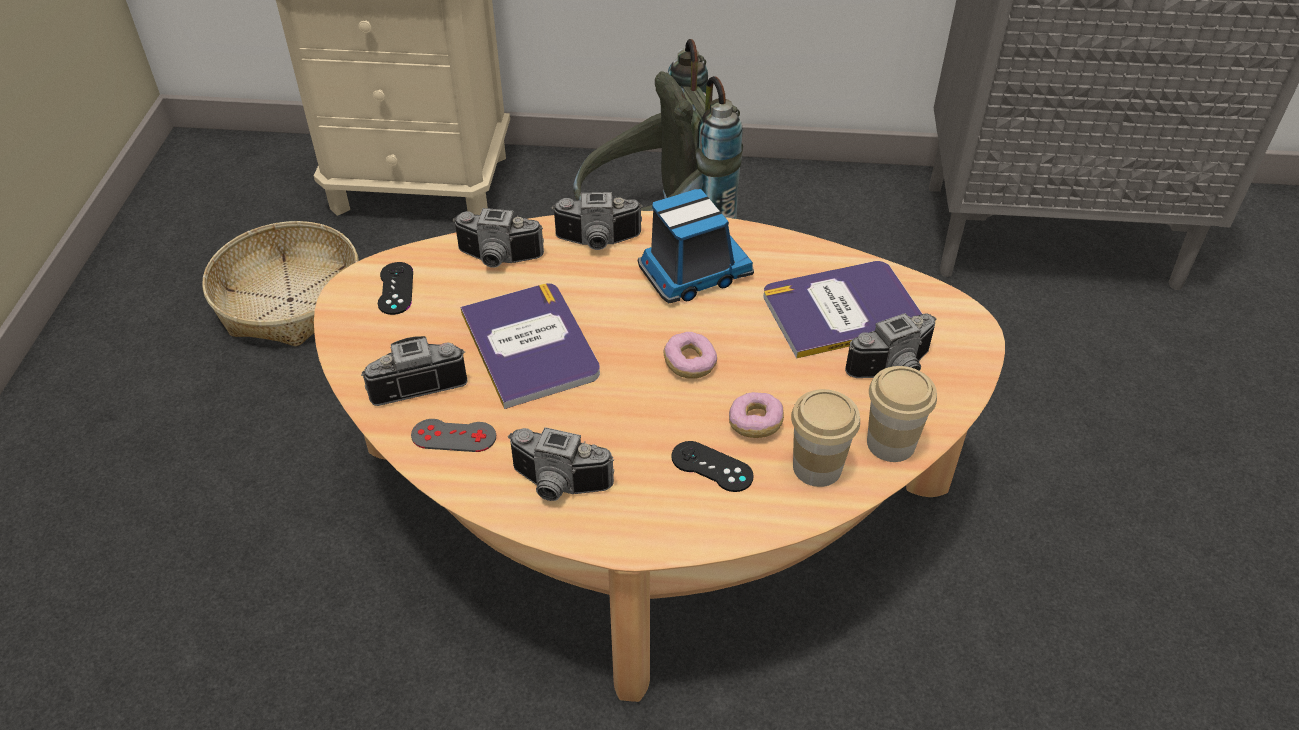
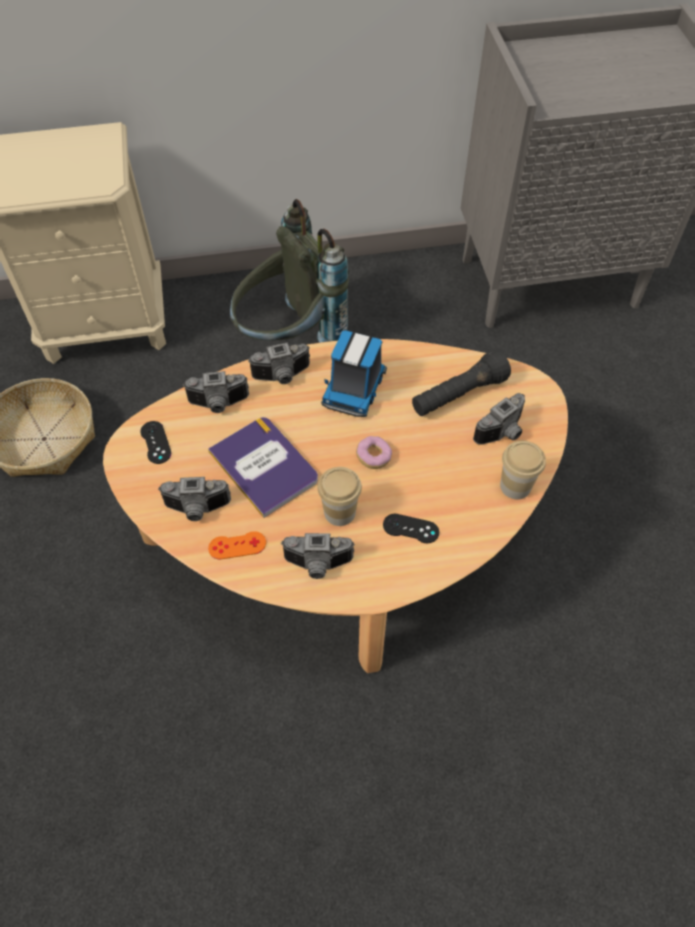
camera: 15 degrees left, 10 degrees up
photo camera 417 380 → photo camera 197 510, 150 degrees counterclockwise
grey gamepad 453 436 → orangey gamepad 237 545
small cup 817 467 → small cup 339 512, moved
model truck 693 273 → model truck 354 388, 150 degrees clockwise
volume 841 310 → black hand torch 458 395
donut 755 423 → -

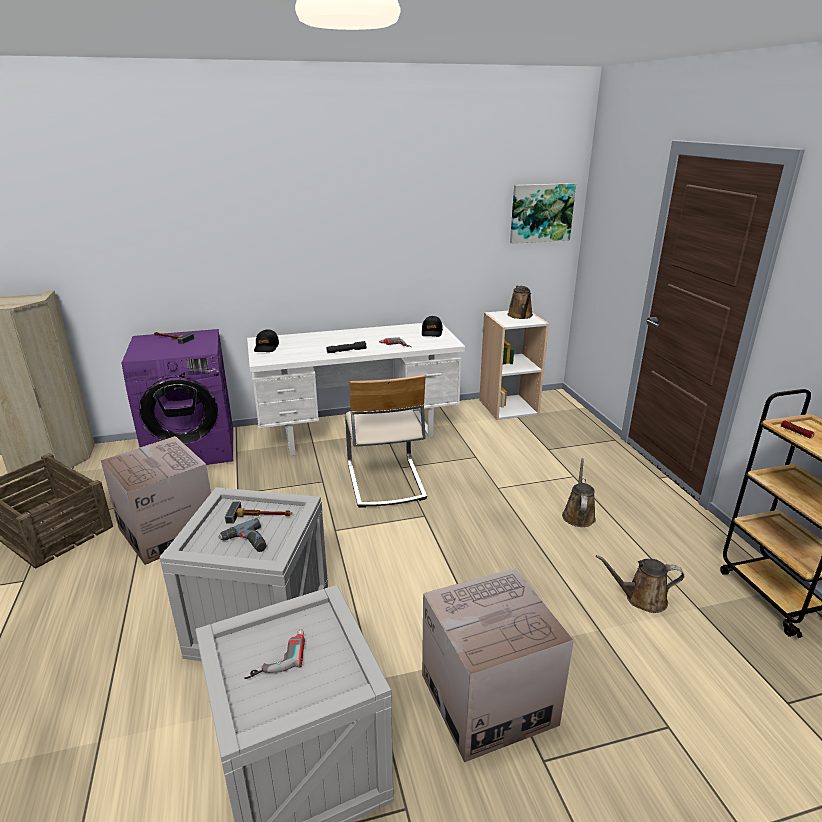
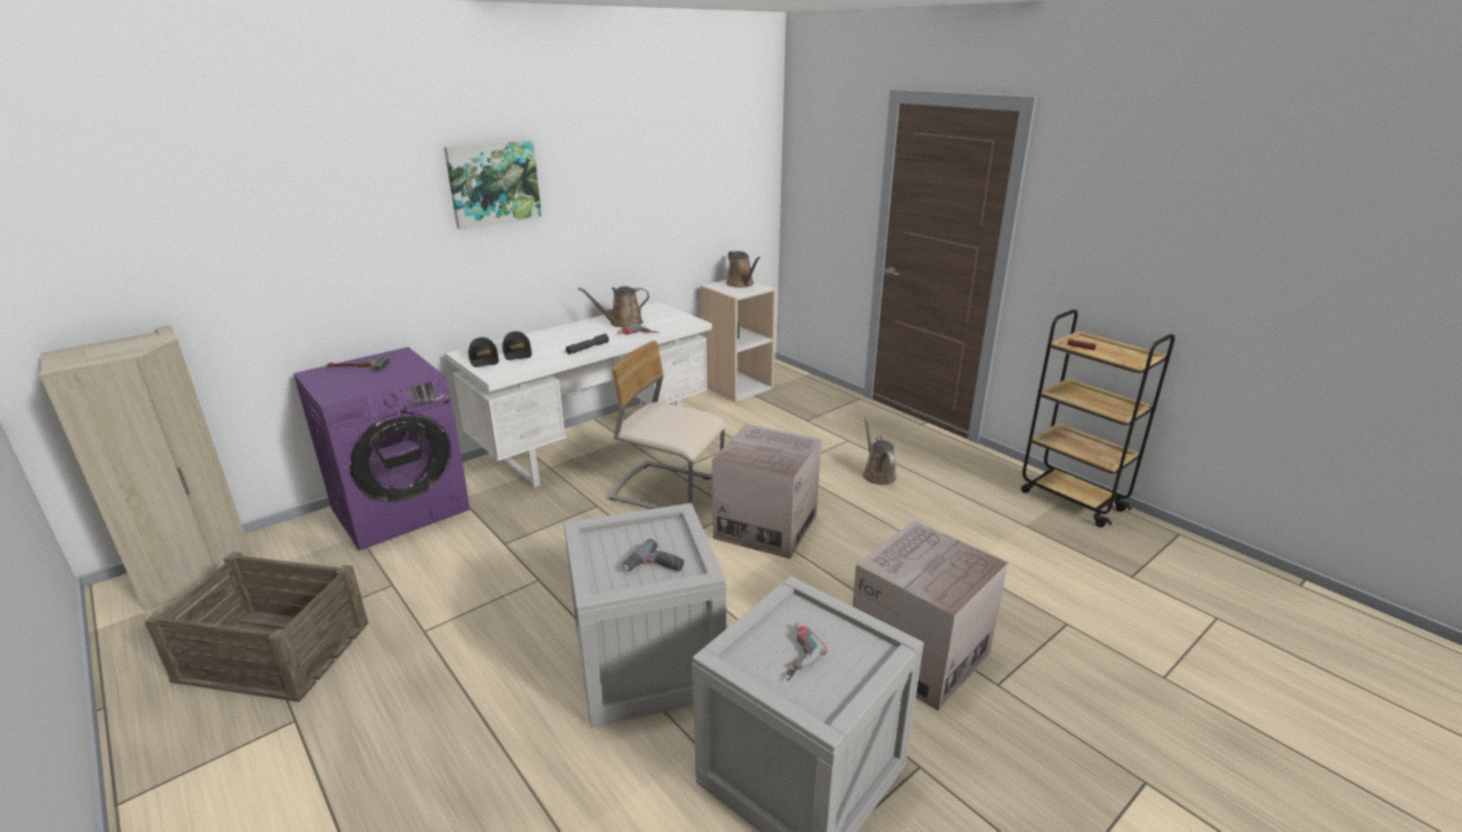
camera: 25 degrees left, 0 degrees up
picture 541 213 → picture 493 183, moved
black baseball cap 432 332 → black baseball cap 517 353, moved
brownish sprinkling can 641 598 → brownish sprinkling can 623 323, moved
beige-coloured chair 384 482 → beige-coloured chair 667 489, 150 degrees clockwise
packing box 168 530 → packing box 766 526, moved
hand hammer 260 516 → -

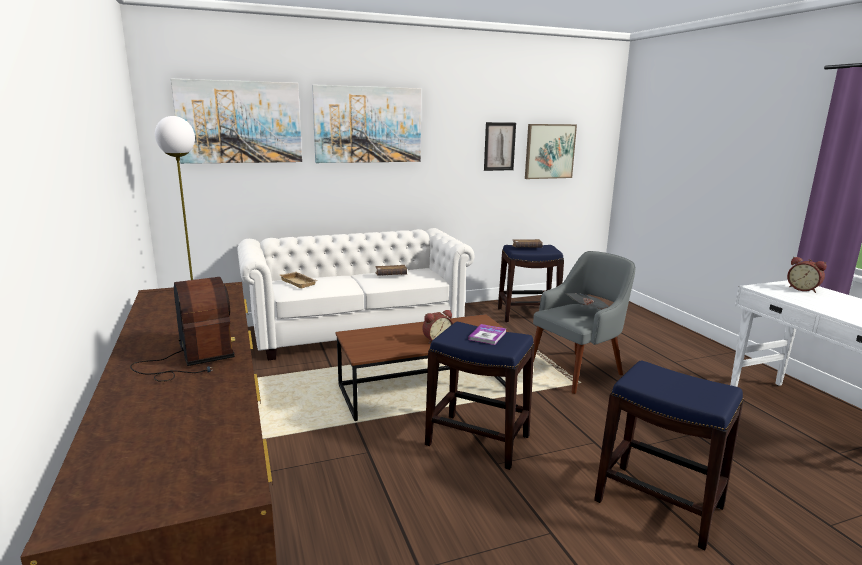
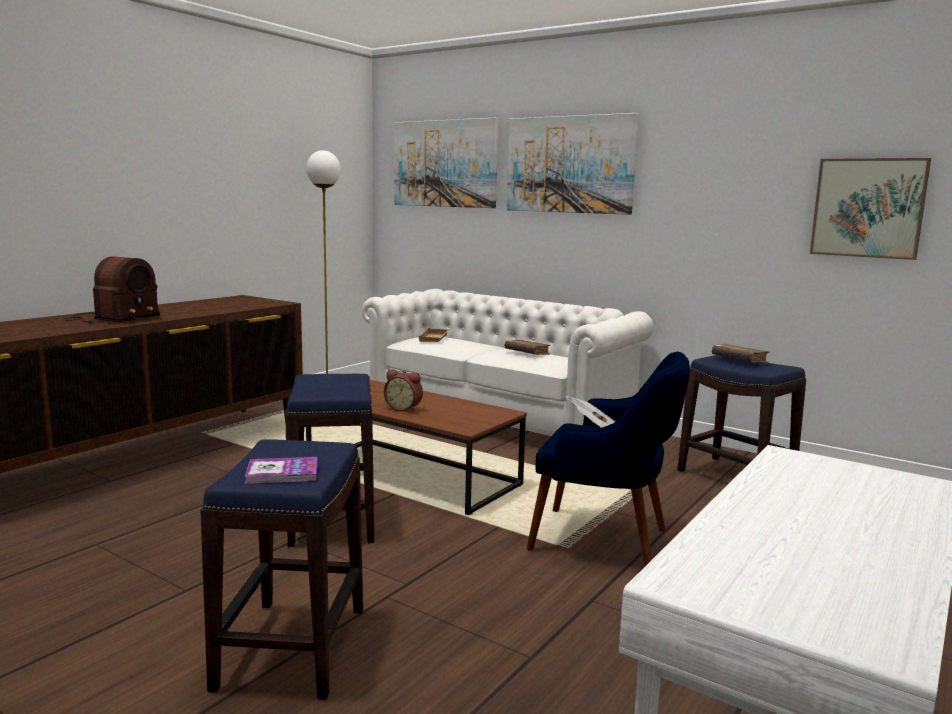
camera: 55 degrees right, 5 degrees down
volume 487 335 → volume 282 472, moved
grey easy chair 577 371 → bluish easy chair 603 540
picture 499 146 → -
table clock 803 289 → -

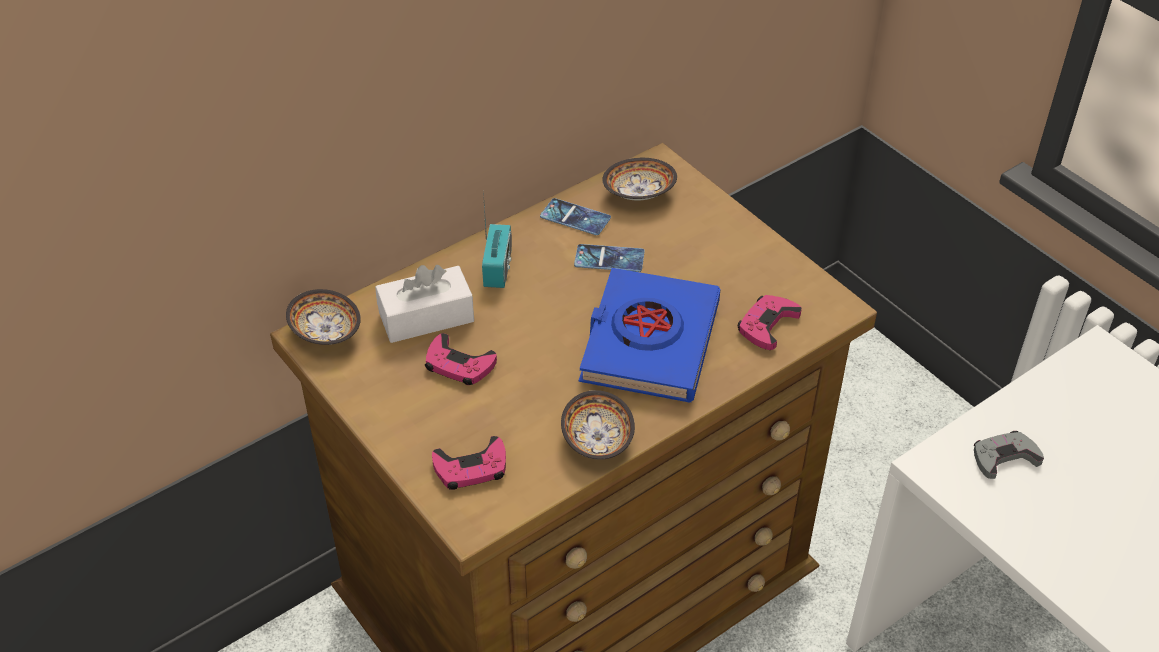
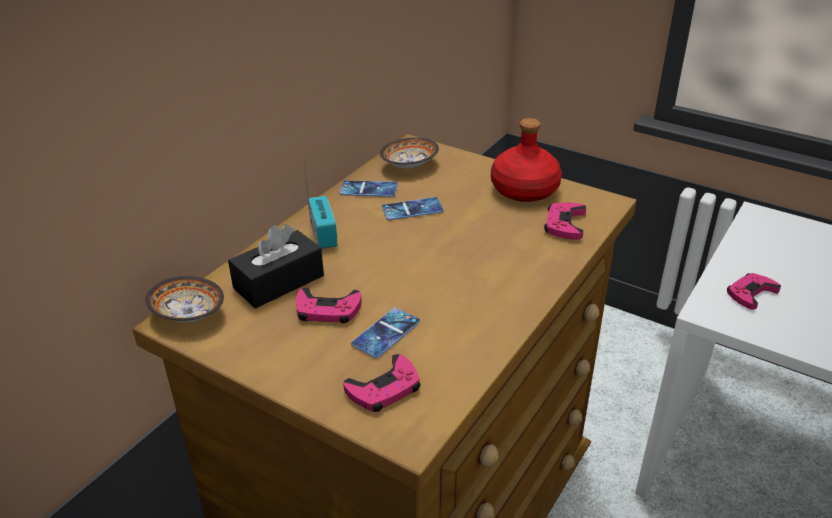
camera: 20 degrees left, 10 degrees down
white-coloured tissue box 426 317 → black tissue box 279 282
- → handset 386 333
- → reddish drink bottle 523 190
grey gamepad 1004 457 → pink-coloured gamepad 751 294
bowl 598 438 → -
bluish volume 649 342 → -

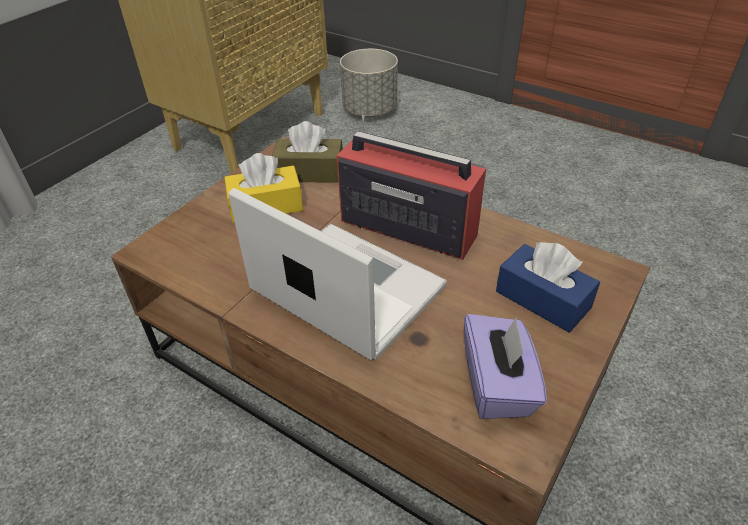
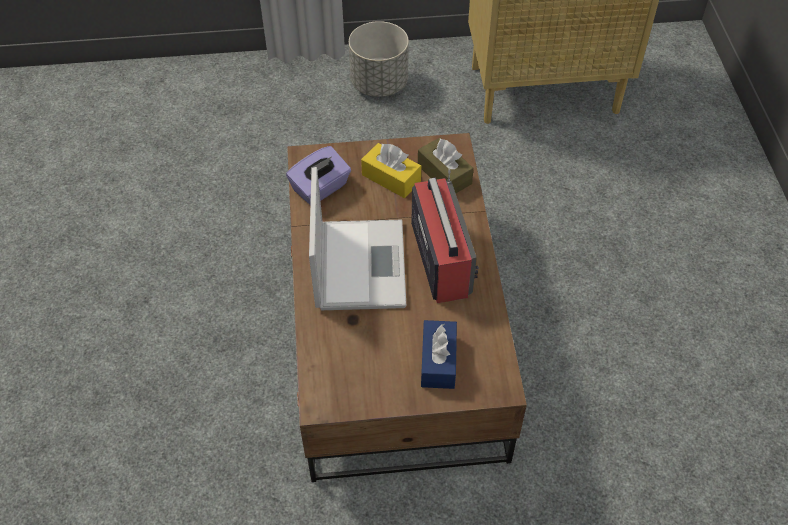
camera: 50 degrees right, 10 degrees up
purple-coloured tissue box 498 385 → purple-coloured tissue box 320 188, moved
grey flower pot 370 110 → grey flower pot 379 83, moved

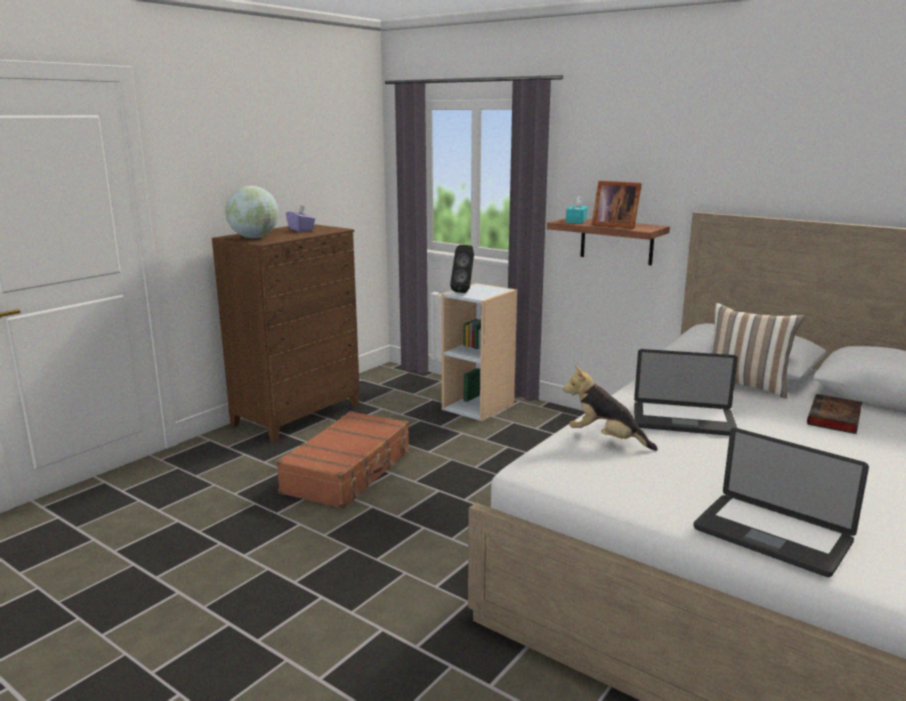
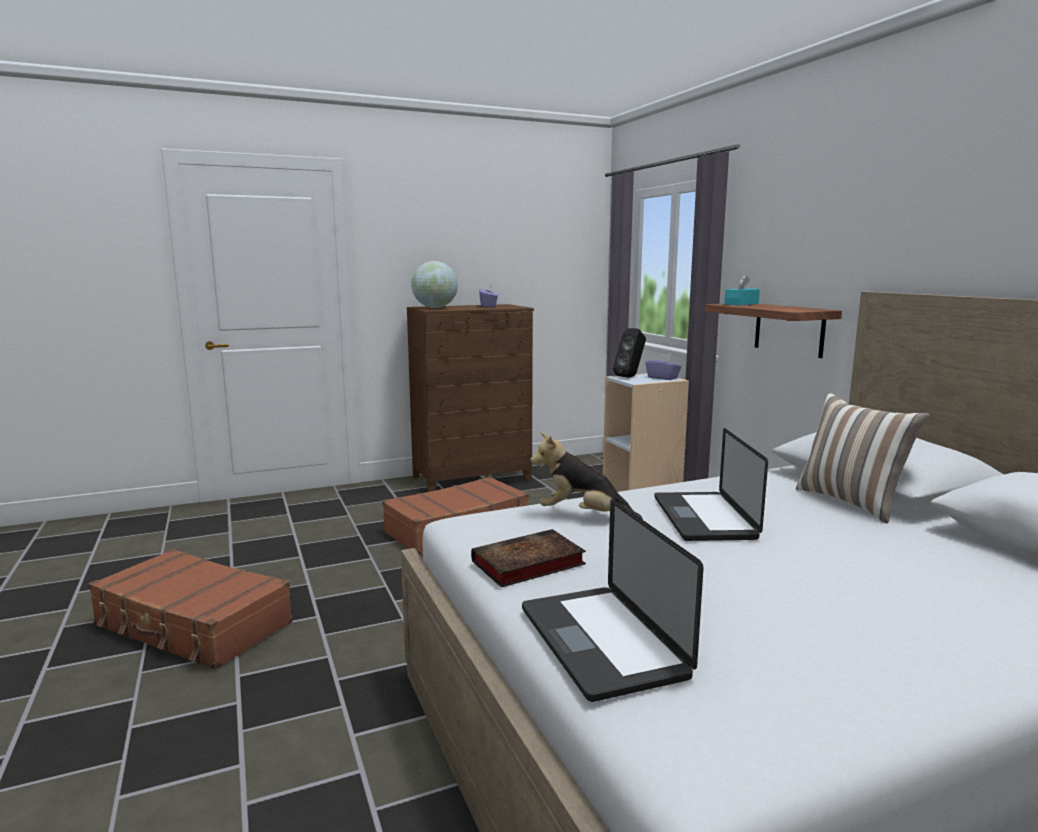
camera: 30 degrees right, 5 degrees down
- → brownish travel case 193 625
volume 834 419 → volume 526 564, moved
plush toy 606 439 → plush toy 583 516, 45 degrees counterclockwise
- → purple-coloured tissue box 662 378
laptop 683 420 → laptop 703 518, 45 degrees clockwise
photo frame 614 225 → -

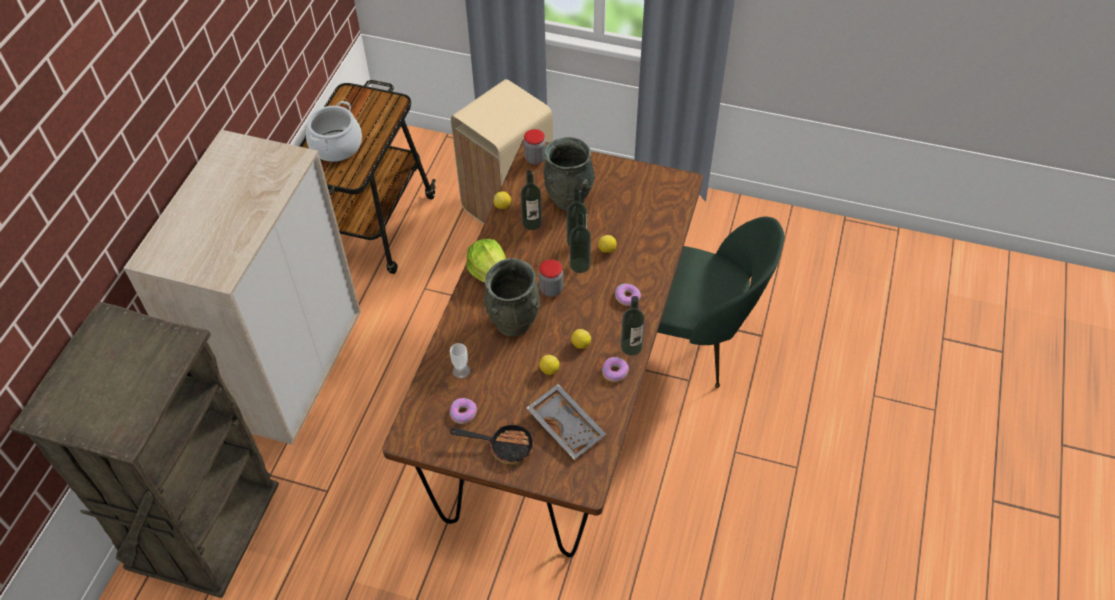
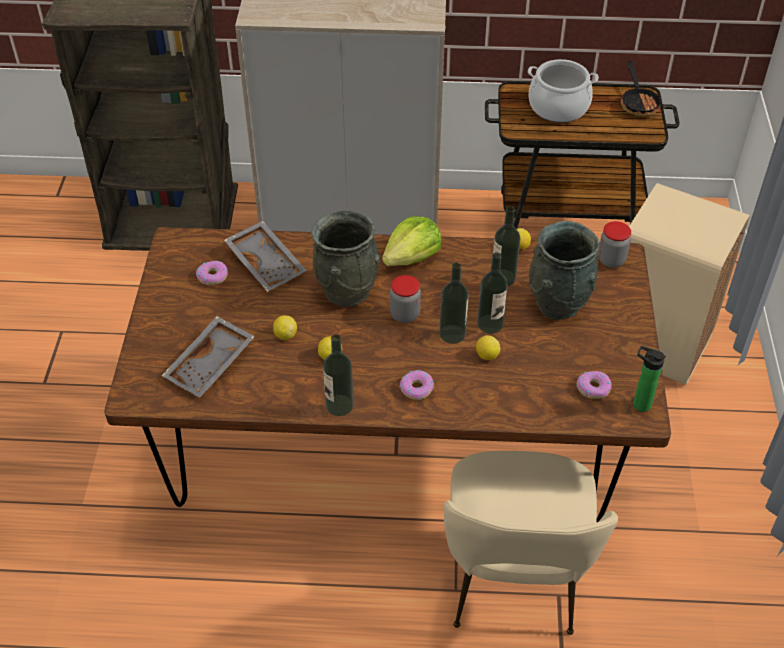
camera: 75 degrees right, 5 degrees down
small cup 461 371 → grey carrying tray 267 263
greenish chair 697 348 → beige-coloured chair 512 591
donut 614 371 → donut 593 388, moved
frying pan 504 446 → frying pan 638 102, moved
- → drink bottle 639 404

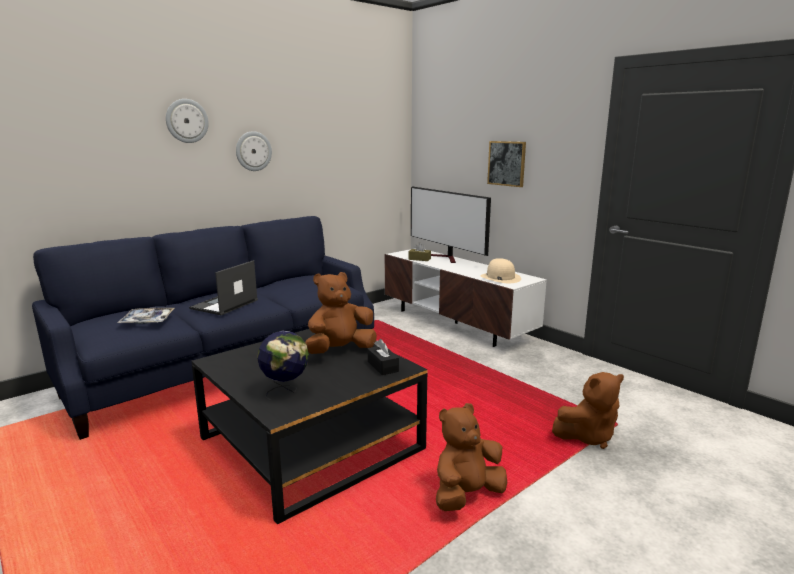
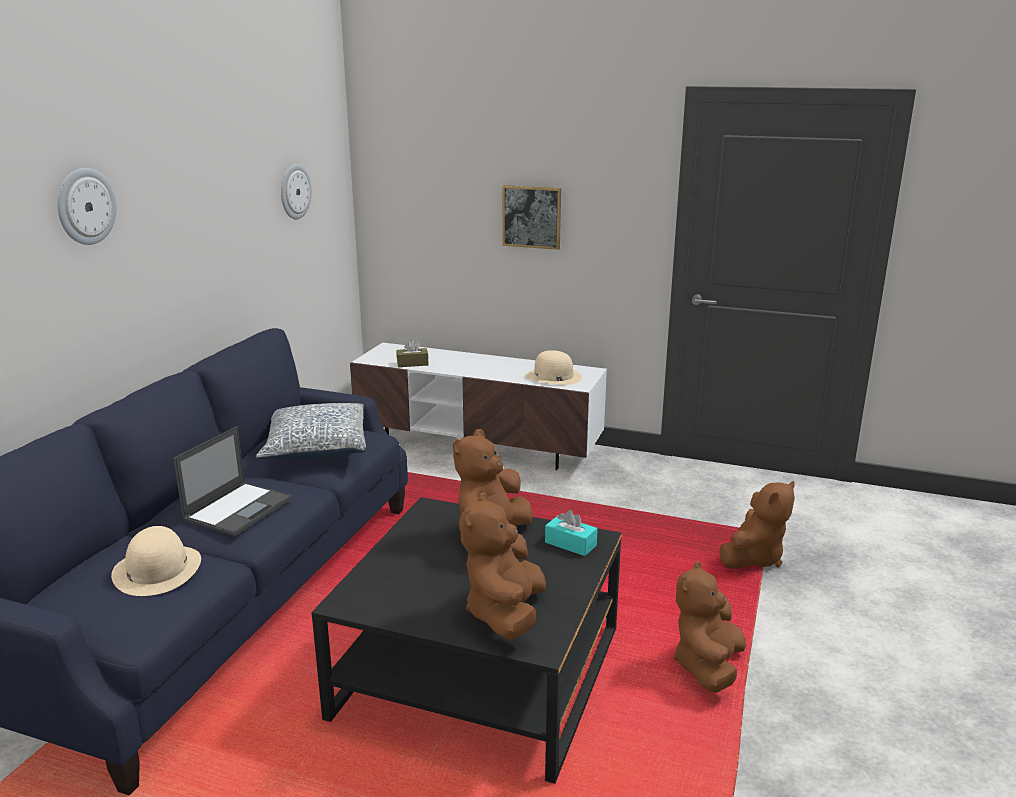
camera: 30 degrees left, 5 degrees up
carrying tray 147 321 → beige-coloured wearable hat 157 569
laptop 224 304 → laptop 239 508, 150 degrees counterclockwise
- → cushion 315 446
hanging clock 253 151 → hanging clock 294 191, moved
world globe 285 391 → brownish plush toy 505 614
black tissue box 383 366 → blue-green tissue box 570 544
TV set 446 258 → -

